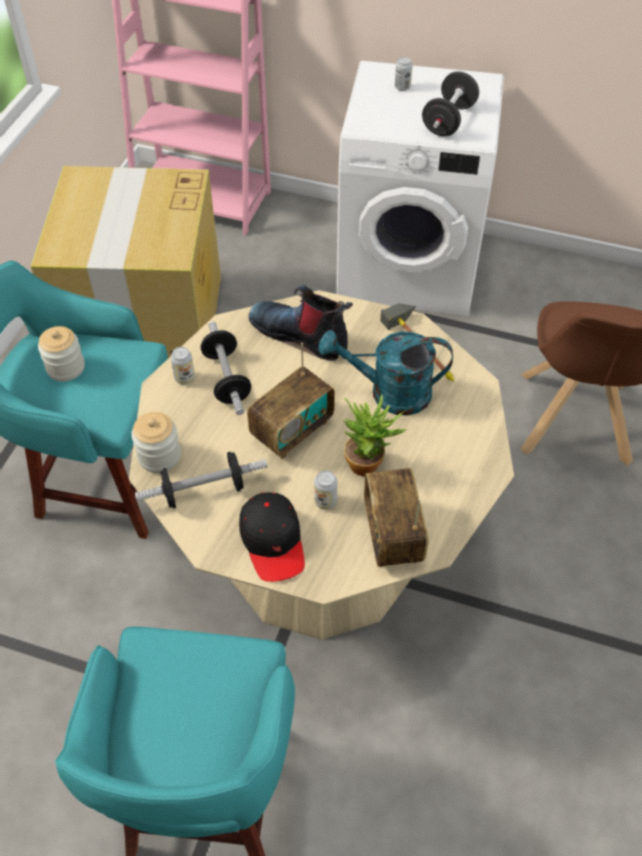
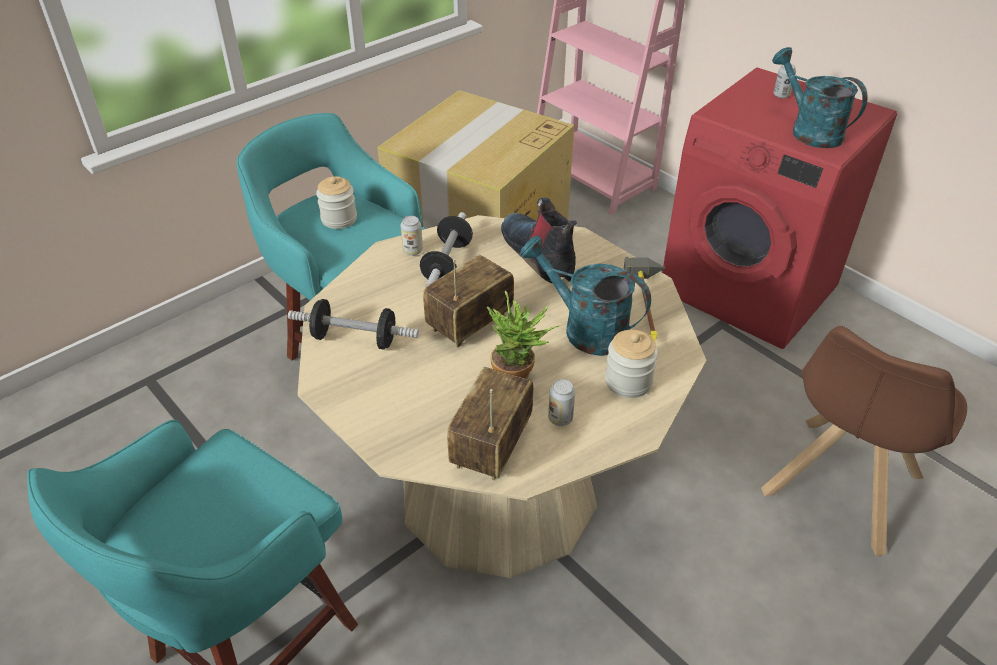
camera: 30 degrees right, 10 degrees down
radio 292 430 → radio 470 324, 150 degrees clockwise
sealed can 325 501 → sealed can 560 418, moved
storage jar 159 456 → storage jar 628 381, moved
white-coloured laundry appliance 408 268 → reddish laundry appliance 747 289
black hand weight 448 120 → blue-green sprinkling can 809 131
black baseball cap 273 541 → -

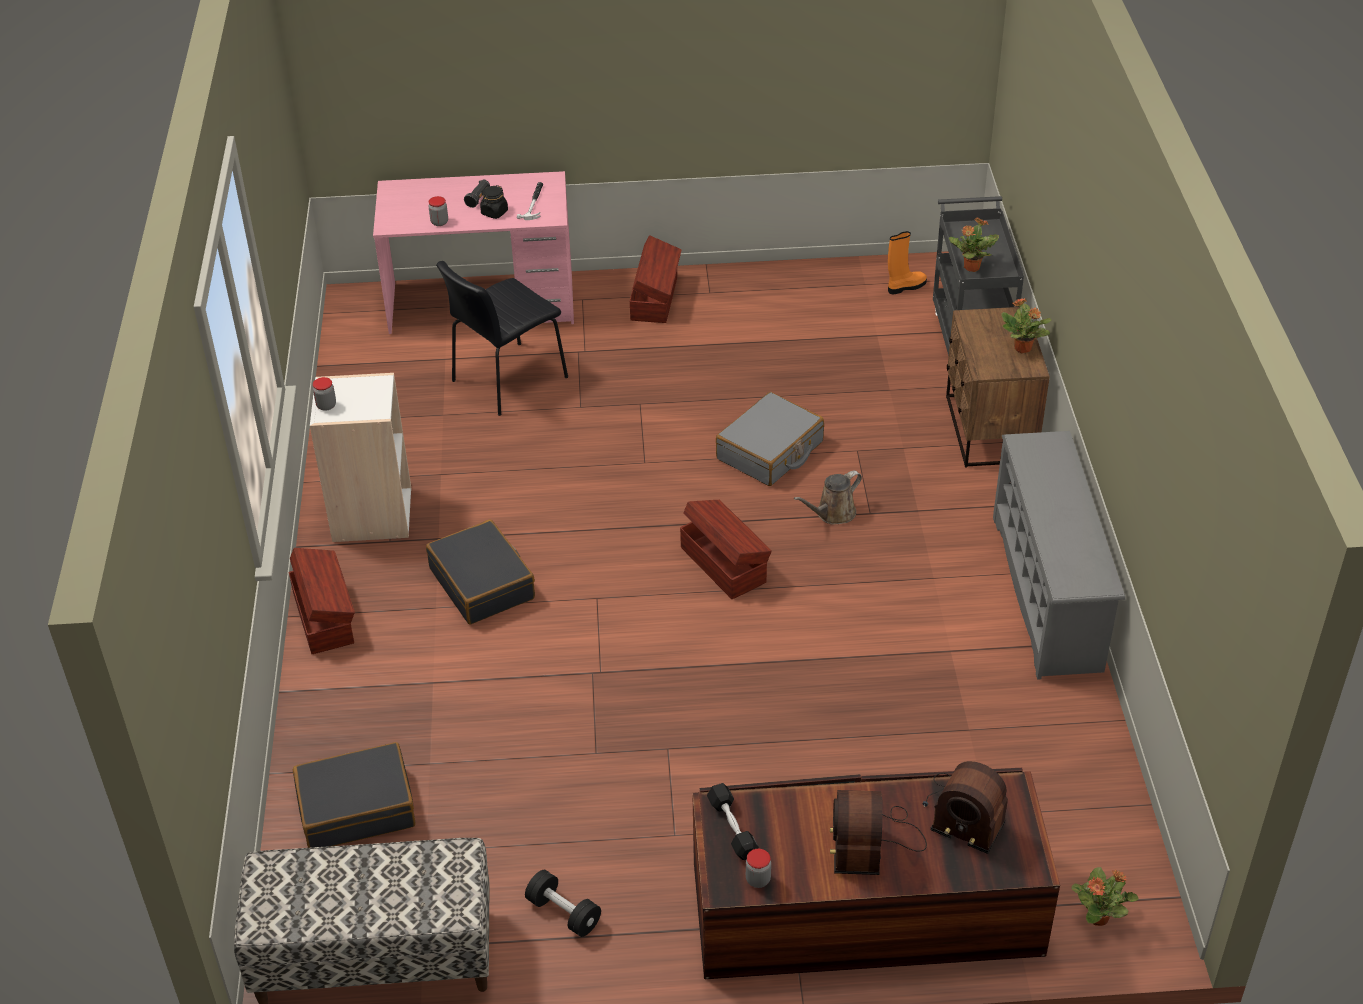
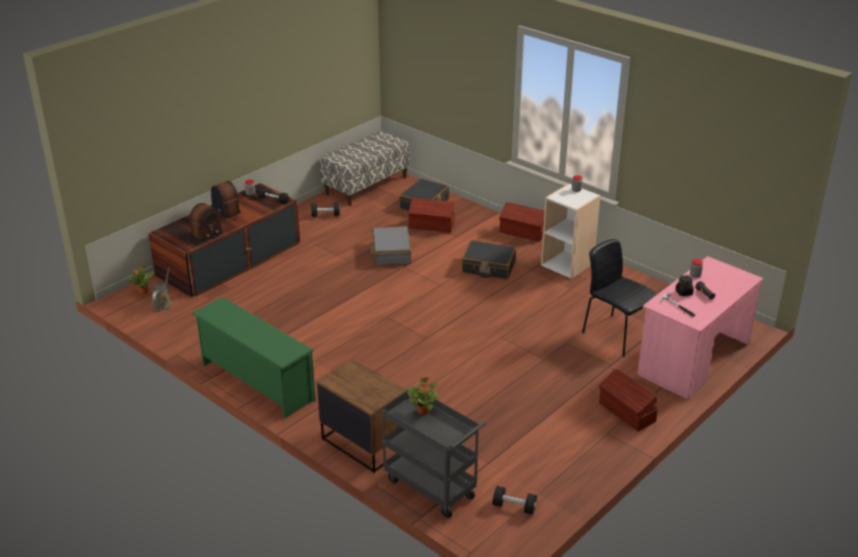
camera: 135 degrees right, 10 degrees down
brownish sprinkling can 832 514 → brownish sprinkling can 162 304, moved
radio 963 812 → radio 199 234, 150 degrees clockwise
grey shoe shelf 1049 593 → greenish shoe shelf 256 382
grey travel case 770 451 → grey travel case 391 253, moved
brownish storage box 724 563 → brownish storage box 432 226, moved
orangey high-top boot 905 287 → black hand weight 514 507
black chair 506 381 → black chair 615 334, 45 degrees counterclockwise
plant in a pot 1023 349 → -

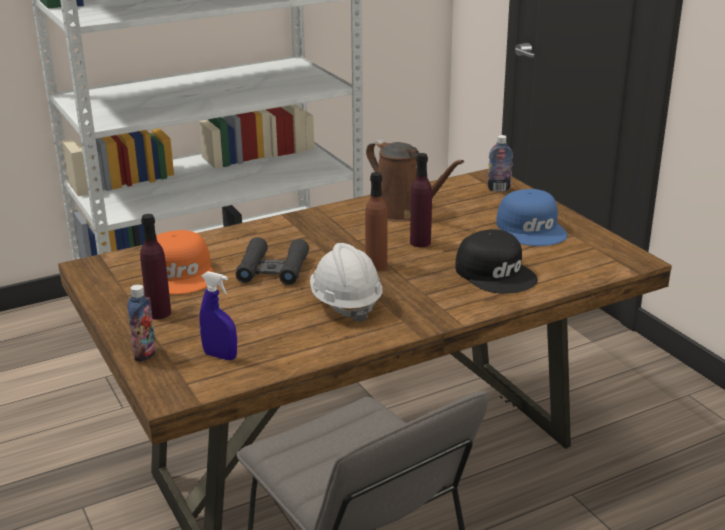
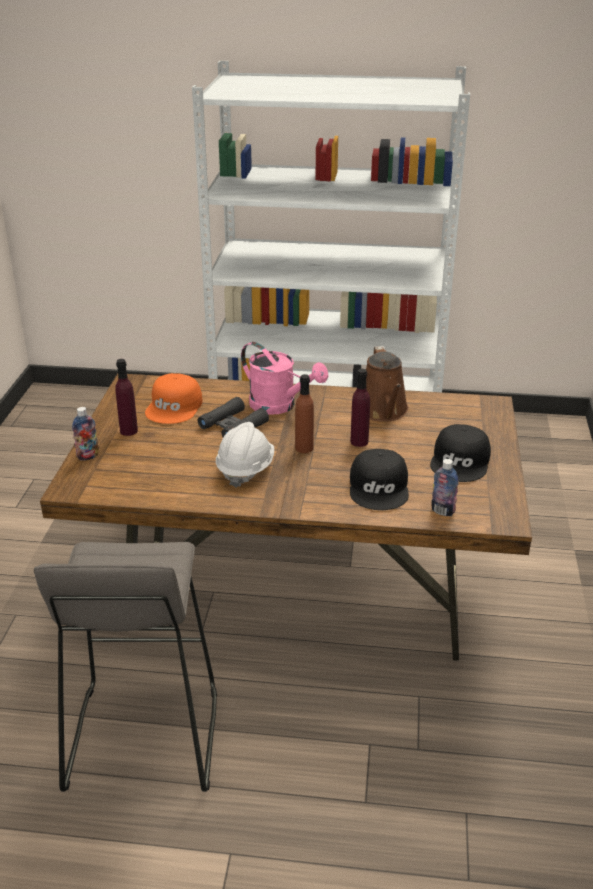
camera: 35 degrees right, 5 degrees up
- → pink-coloured sprinkling can 279 406
bluish baseball cap 532 229 → black baseball cap 461 462
drink bottle 498 189 → drink bottle 442 511, moved
bluish hand sprayer 220 356 → -

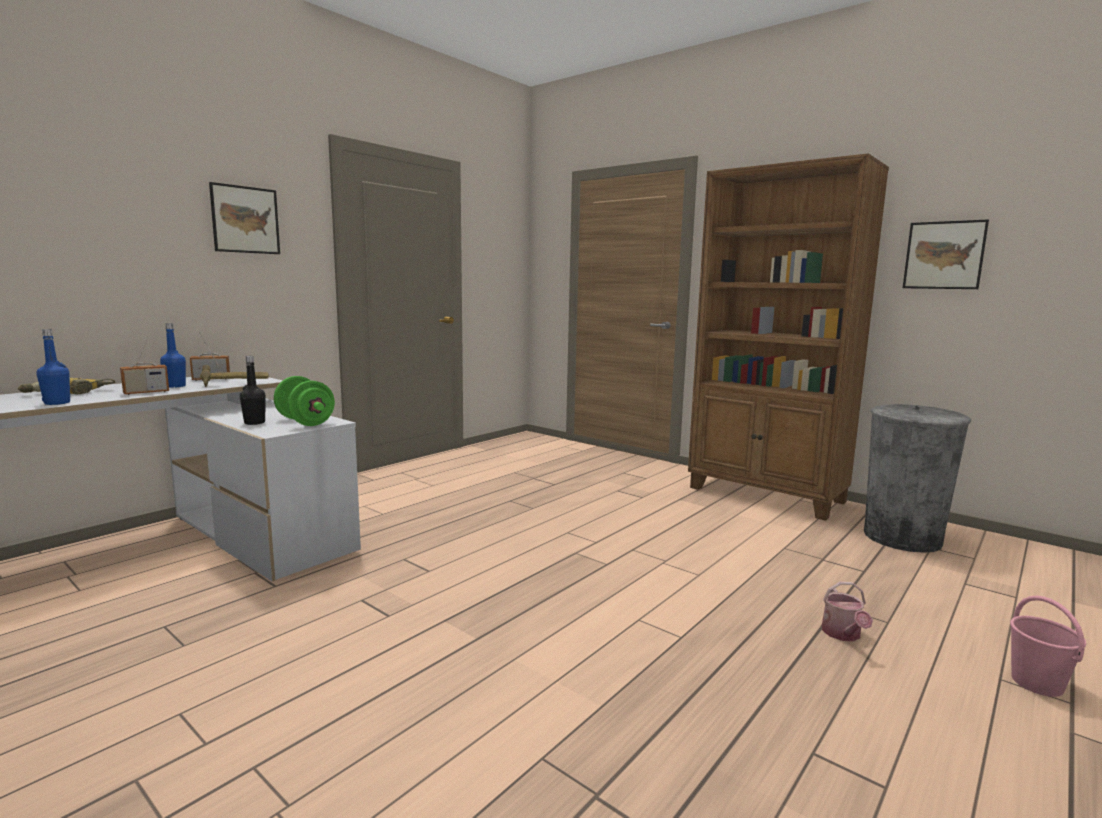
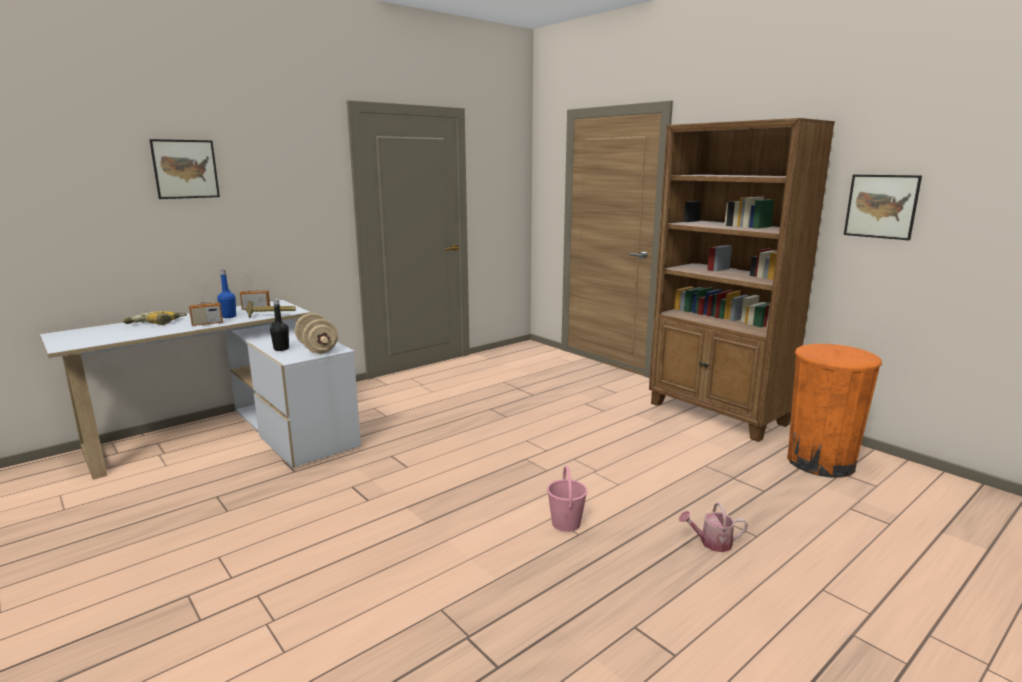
camera: 10 degrees right, 5 degrees up
picture 245 220 → picture 185 169, moved
greenish hand weight 305 422 → beige-coloured hand weight 317 349
pink-coloured bucket 1038 683 → pink-coloured bucket 566 524, moved
sprinkling can 843 634 → sprinkling can 711 543, 75 degrees clockwise
grey waste bin 902 537 → orangey waste bin 820 462
bluish drink bottle 57 403 → -

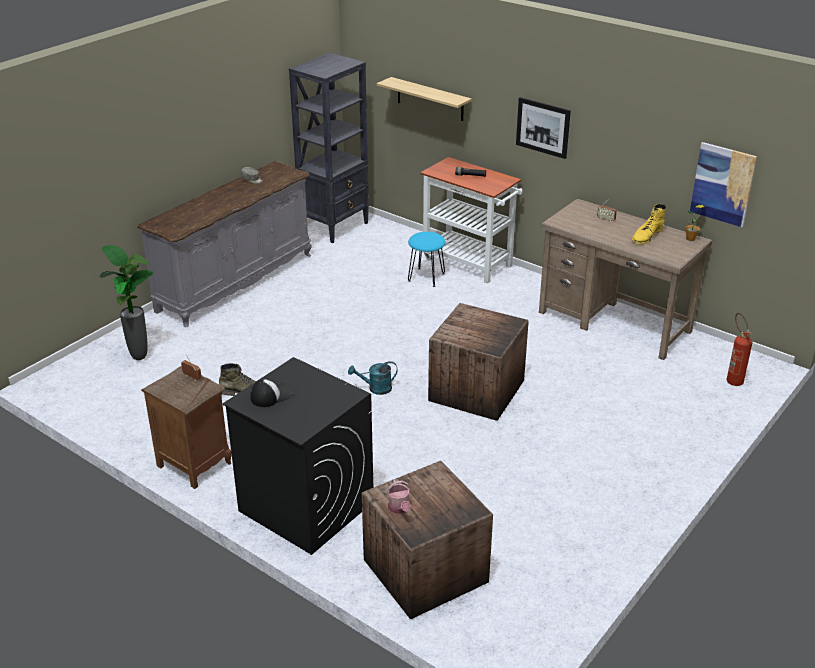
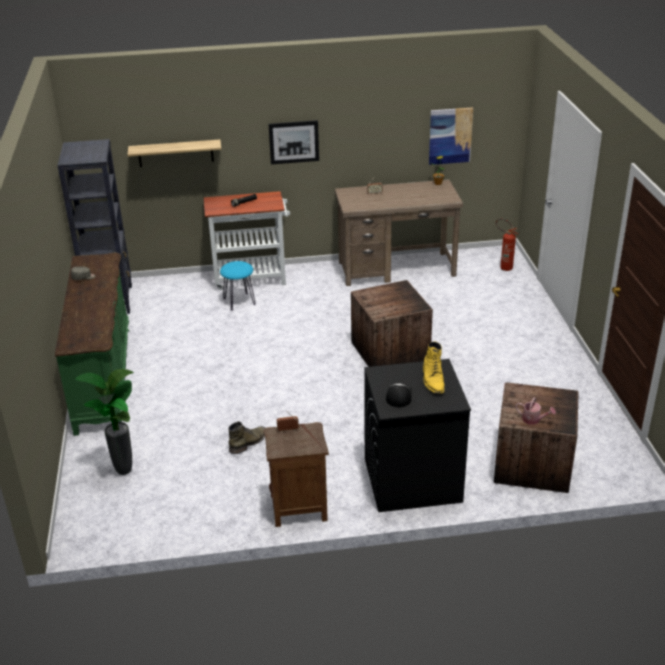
camera: 45 degrees left, 0 degrees up
grey storage cabinet 237 283 → greenish storage cabinet 105 378
yellowish high-top boot 646 236 → yellowish high-top boot 433 380, moved
blue-green sprinkling can 375 389 → -

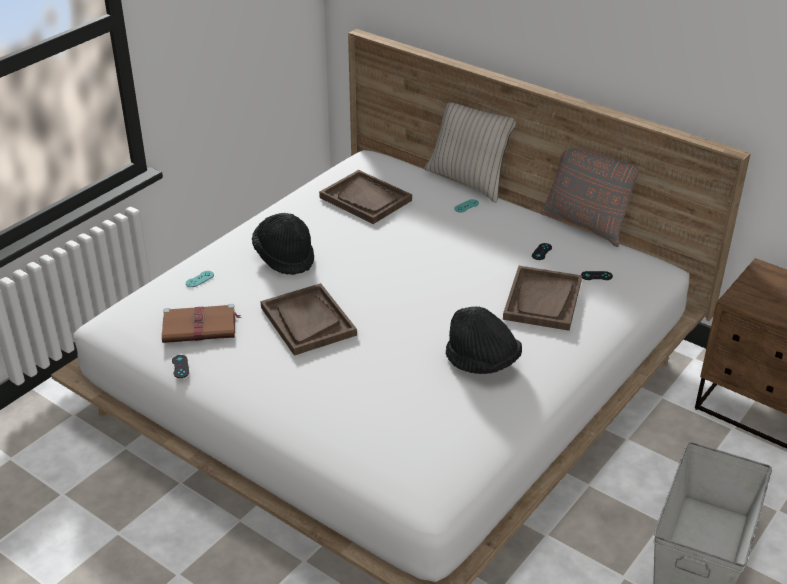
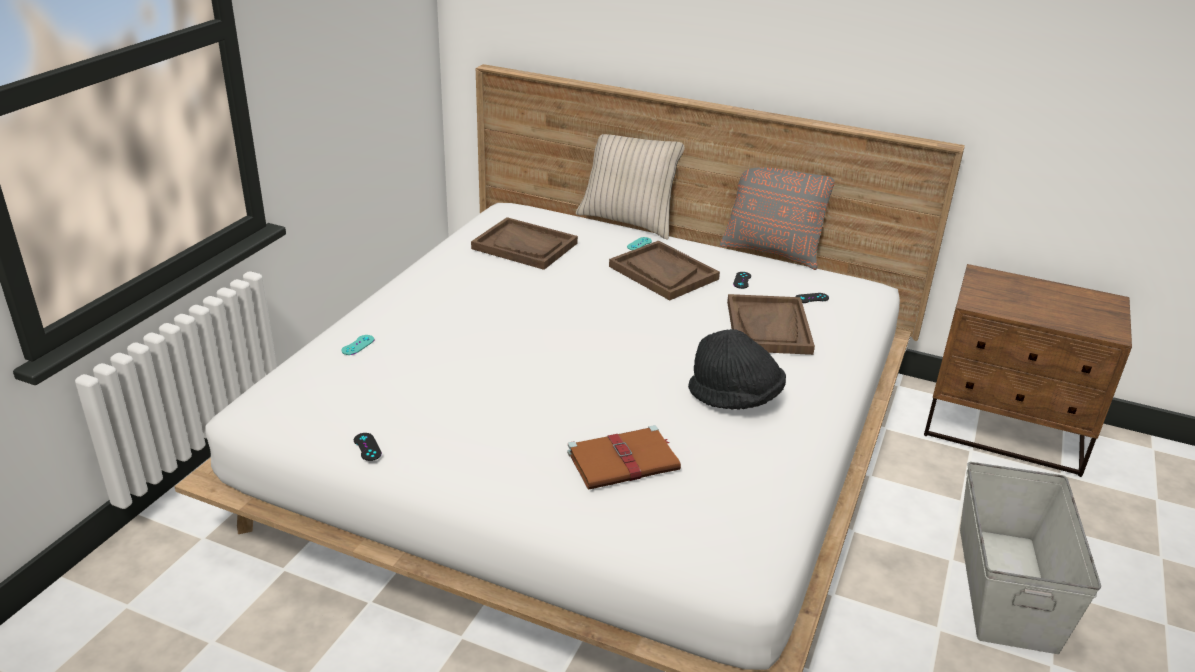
camera: 15 degrees left, 5 degrees down
brownish volume 200 326 → brownish volume 625 461, moved
brownish carrying tray 307 321 → brownish carrying tray 663 273, moved
black wearable hat 285 257 → -

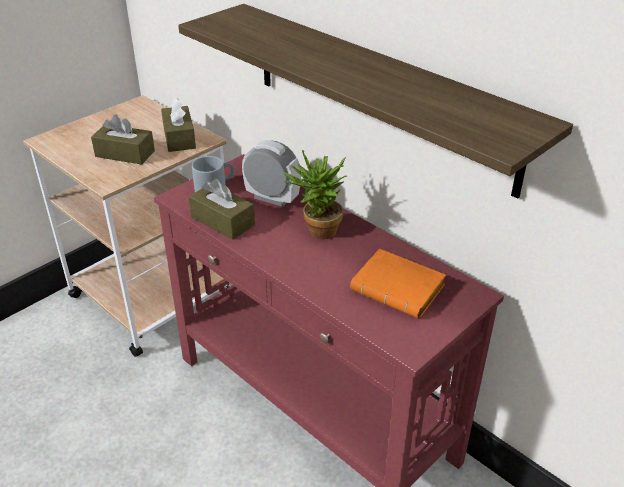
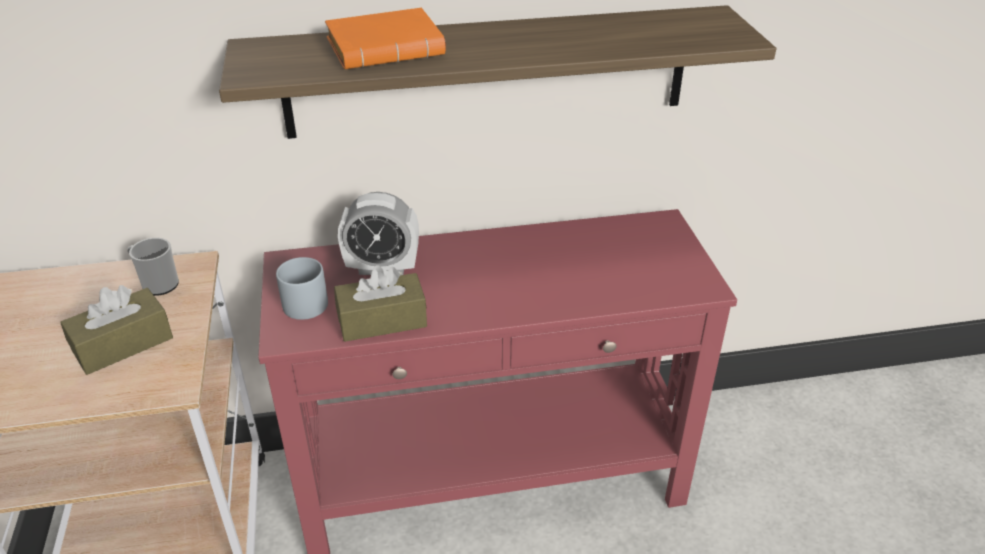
camera: 55 degrees left, 0 degrees up
brownish tissue box 179 138 → coffee mug 157 284
orangey volume 400 289 → orangey volume 388 48, moved
table clock 272 198 → table clock 382 268, 150 degrees counterclockwise
plant in a pot 317 232 → -

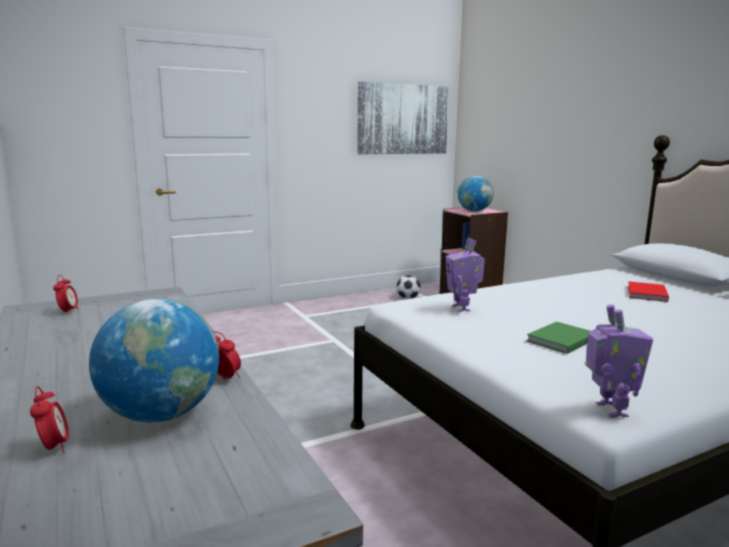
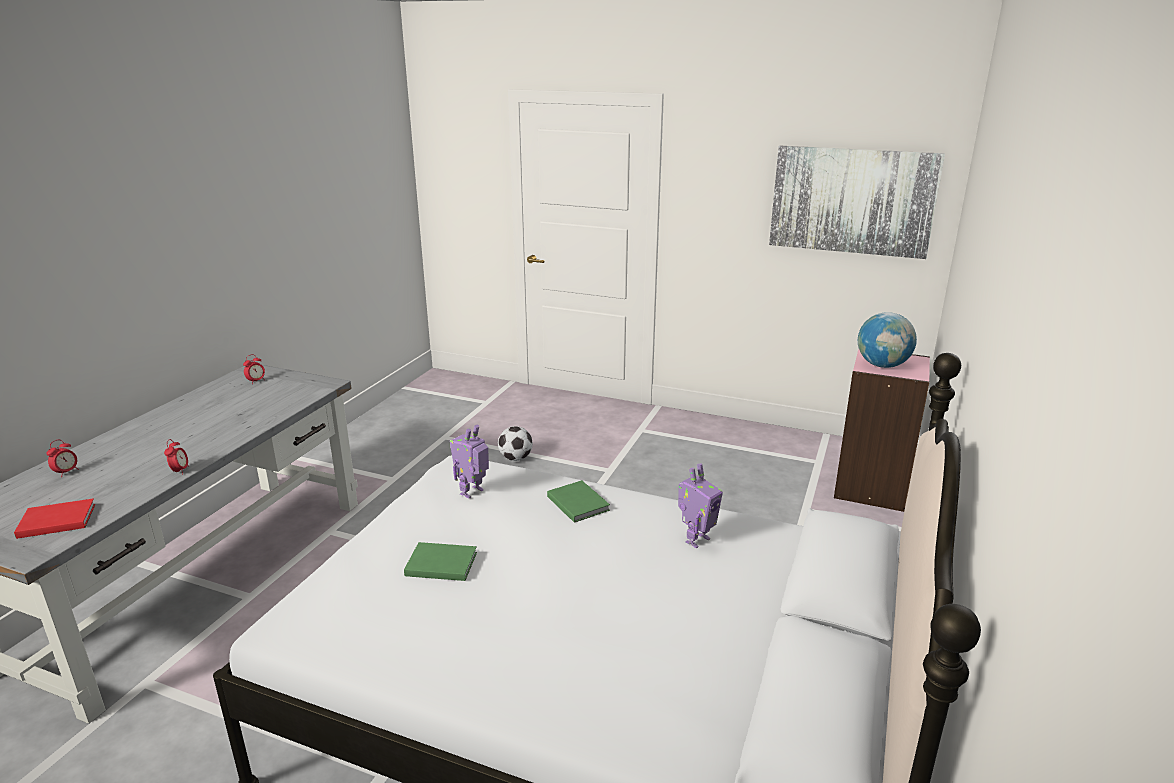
camera: 50 degrees right, 10 degrees up
reddish volume 646 294 → reddish volume 55 521, moved
football 407 299 → football 515 458, moved
- → greenish volume 578 502
robot figure 610 410 → robot figure 696 540, moved
world globe 161 414 → -

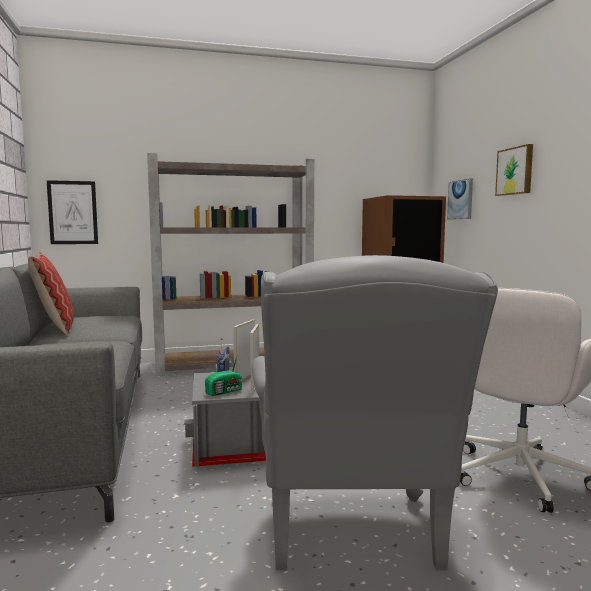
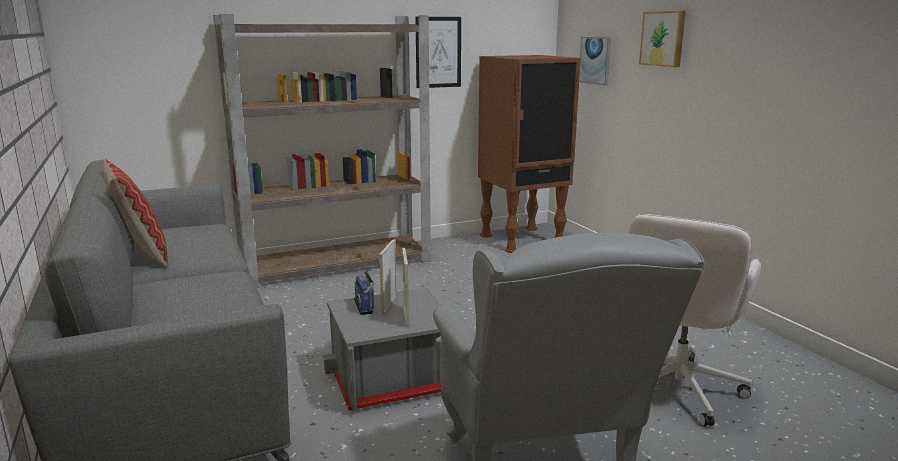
camera: 10 degrees left, 10 degrees up
picture 73 212 → picture 438 52, moved
radio 225 391 → -

